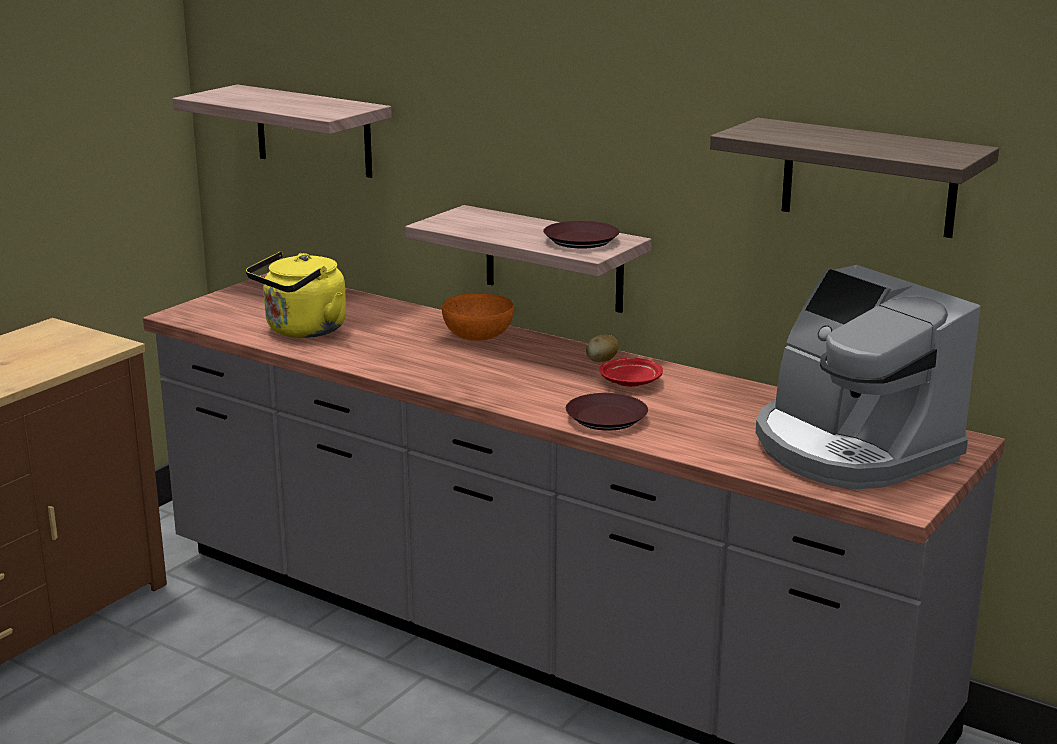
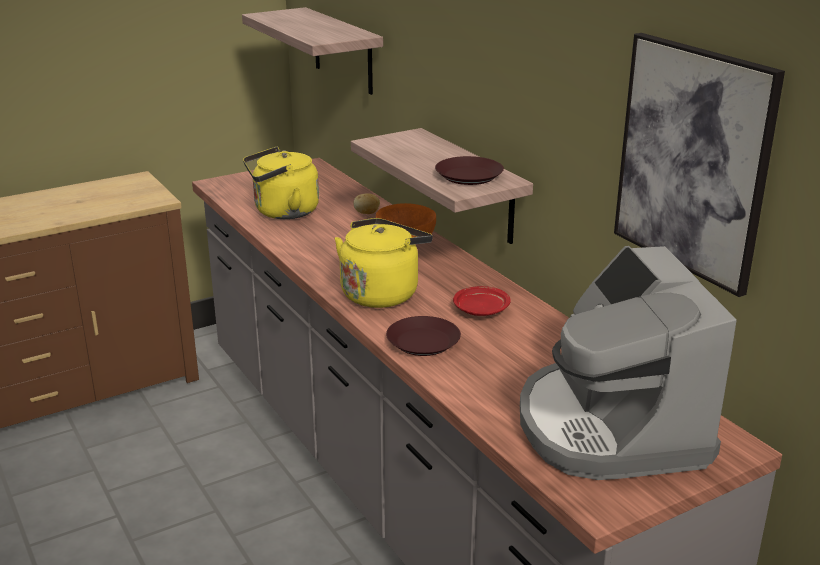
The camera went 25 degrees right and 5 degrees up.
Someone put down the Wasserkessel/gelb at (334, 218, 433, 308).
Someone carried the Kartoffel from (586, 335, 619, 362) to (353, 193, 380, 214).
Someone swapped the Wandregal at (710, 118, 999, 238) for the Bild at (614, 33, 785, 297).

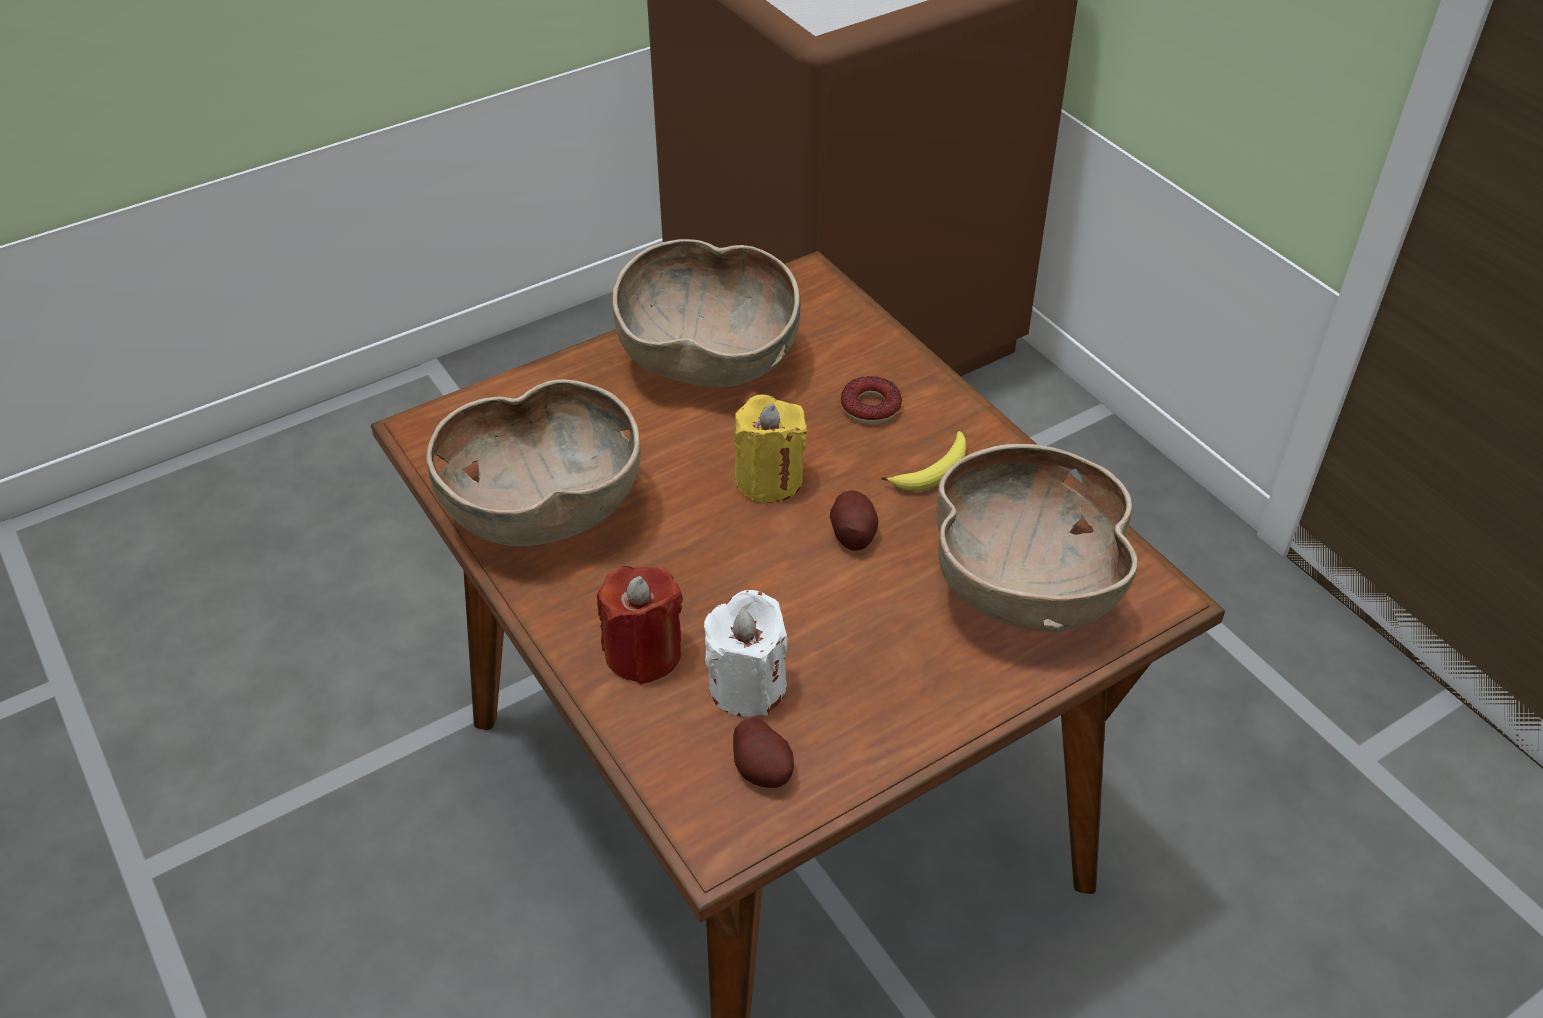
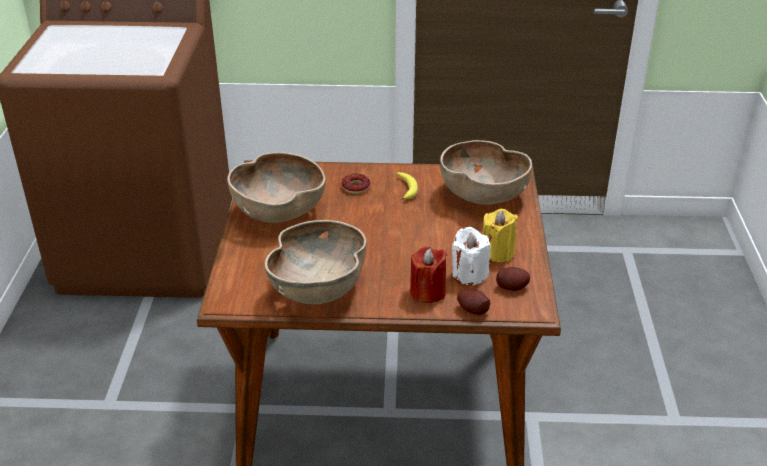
The camera went 55 degrees left and 10 degrees down.
Someone carried the Kartoffel from (830, 490, 878, 551) to (457, 289, 490, 315).
Someone carried the Kerze/gelb from (734, 395, 807, 503) to (483, 209, 518, 262).

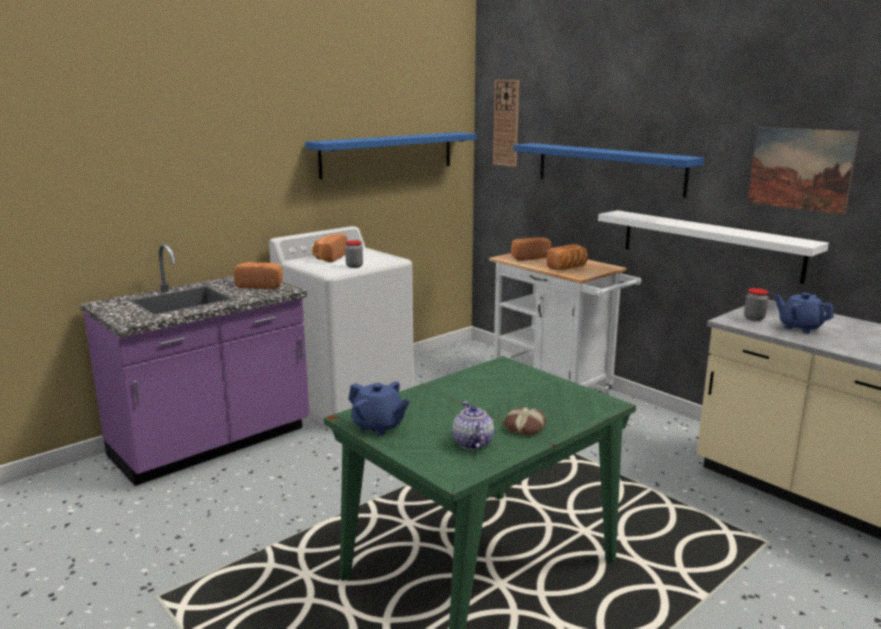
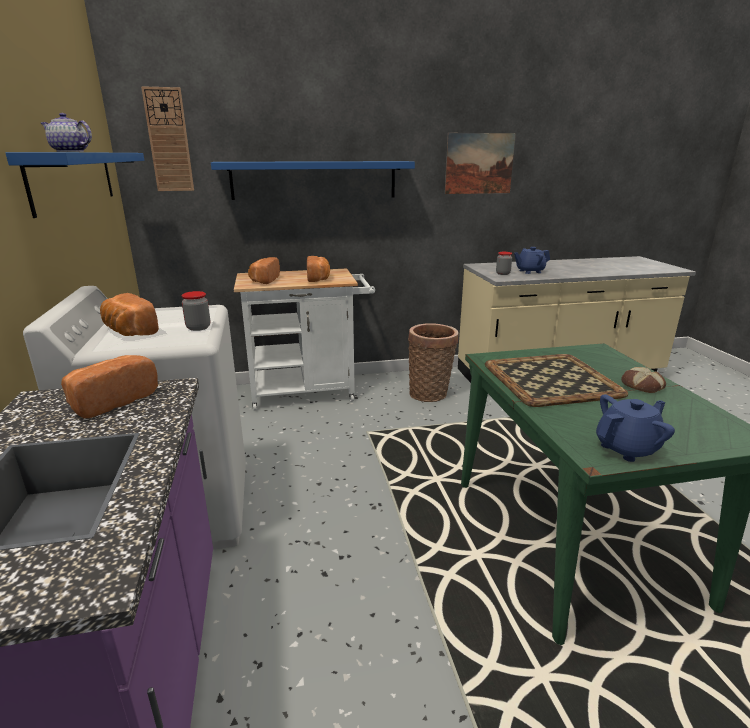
The camera went 60 degrees left and 5 degrees up.
Someone carried the Teekanne from (452, 401, 494, 450) to (41, 113, 92, 152).
Someone put down the Korb at (408, 323, 459, 402).
Someone put down the Tablett at (485, 354, 628, 407).
Someone took away the Wandregal/weiß at (598, 210, 829, 284).

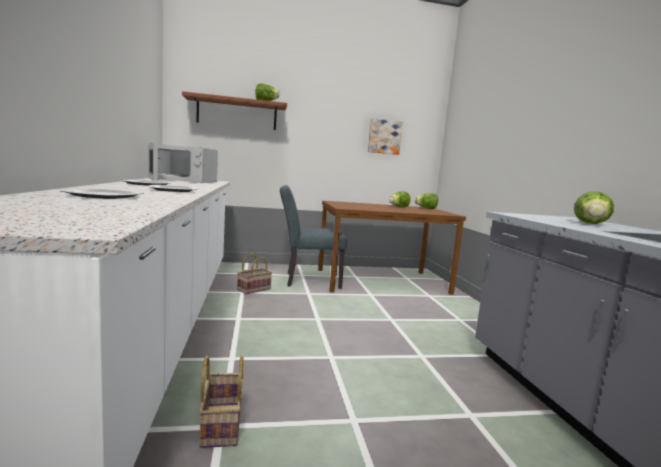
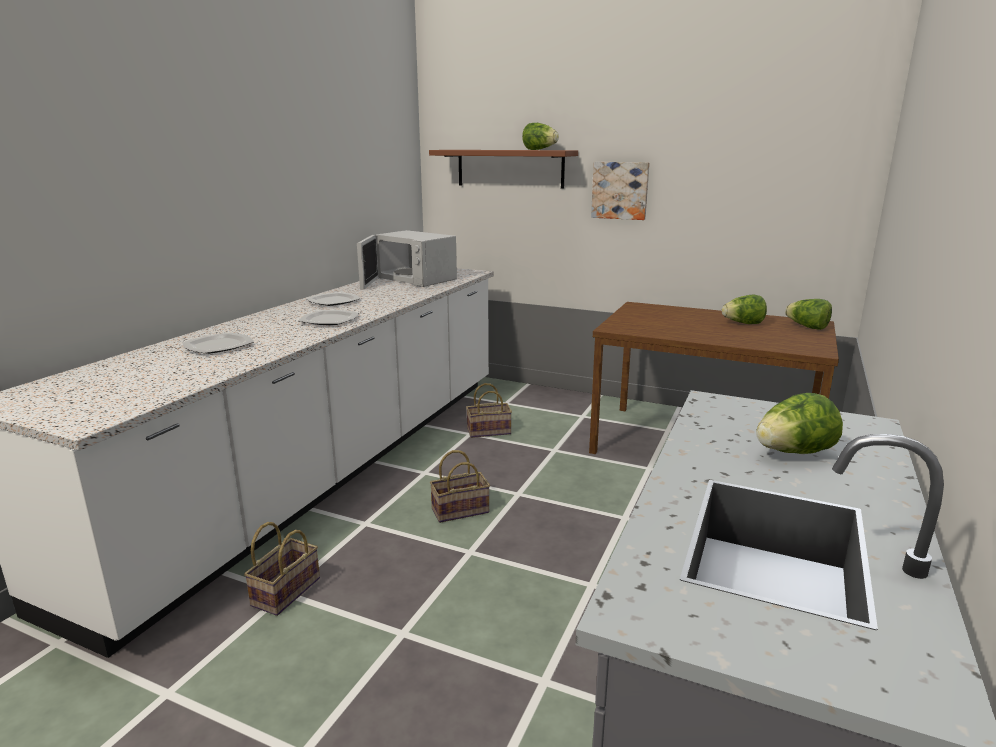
The camera went 35 degrees right and 10 degrees up.
Someone put down the Korb at (430, 450, 490, 523).
Someone carried the Bild from (368, 118, 403, 155) to (591, 162, 650, 220).
Someone took away the Stuhl/grau at (280, 185, 347, 289).

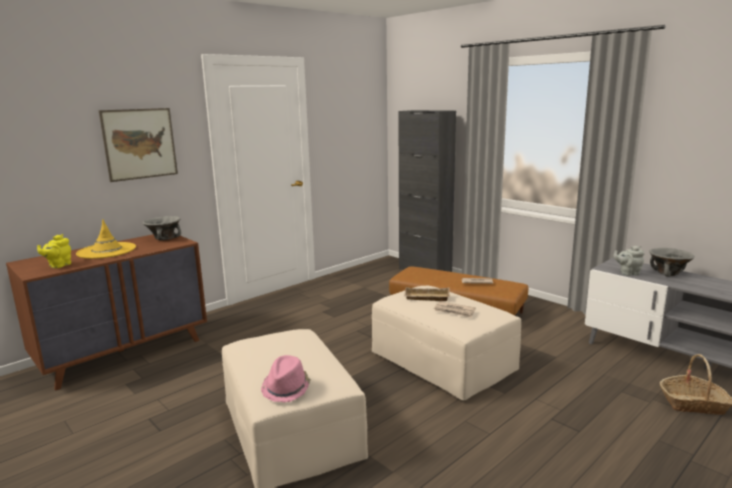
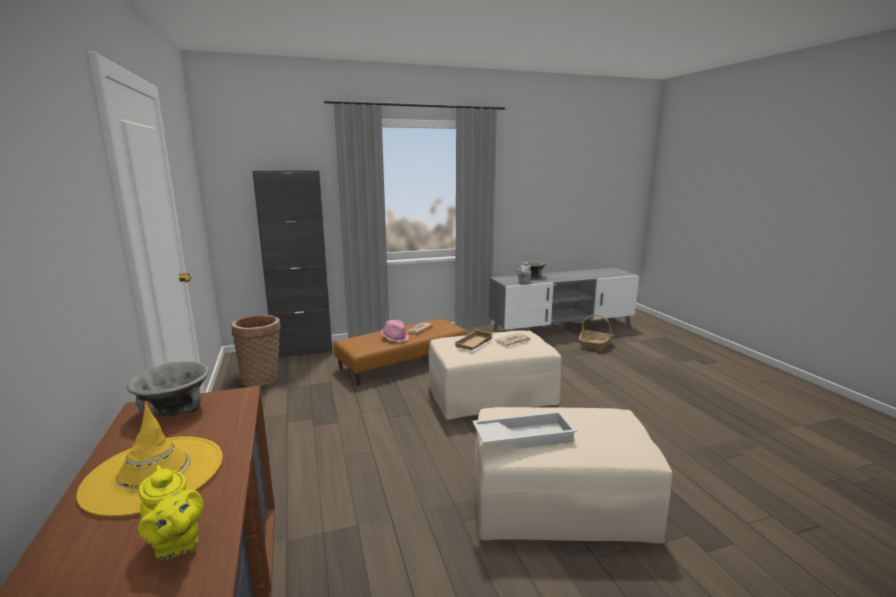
The camera went 65 degrees left and 0 degrees up.
Someone put down the Korb at (232, 315, 281, 387).
Someone carried the Hut/rosa from (261, 355, 311, 403) to (381, 320, 409, 342).
Someone put down the Tablett/weiß at (472, 411, 577, 449).
Someone took away the Bild at (99, 108, 178, 182).

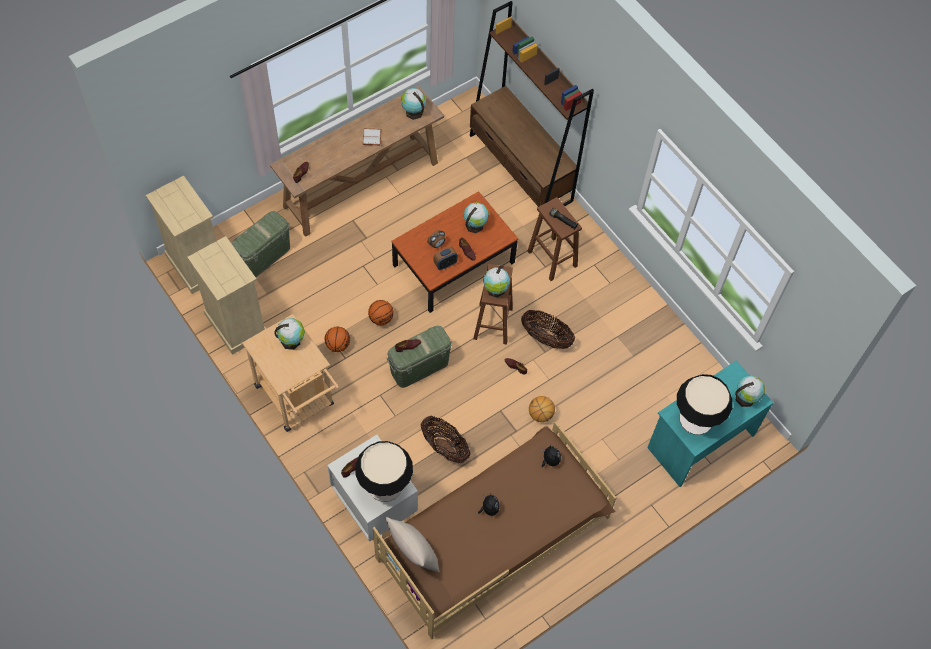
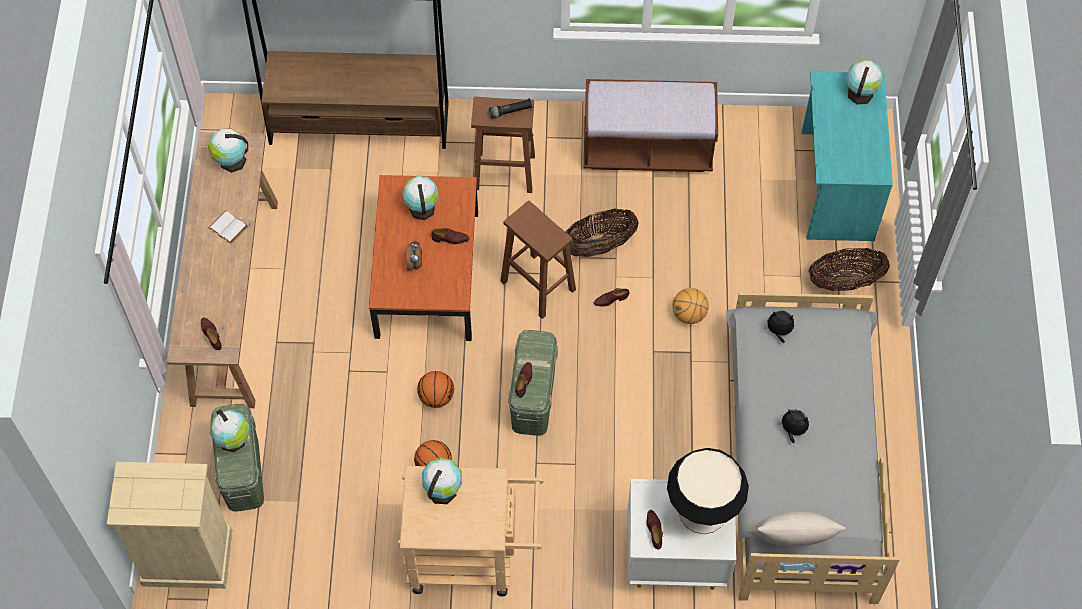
The camera went 50 degrees left and 0 degrees up.
Someone carried the Globus from (483, 266, 510, 298) to (210, 410, 250, 453).
Someone put down the Bank/braun at (584, 79, 718, 172).
Someone repainted the Bett/braun at (373, 421, 616, 639), which became the Bett/grau at (726, 292, 900, 604).
Someone carried the Korb from (421, 416, 471, 464) to (808, 248, 890, 291).
Someone took away the Kommode/beige at (187, 236, 266, 355).
Someone took away the Wecker at (434, 246, 458, 270).
Someone took away the Tischlampe at (677, 374, 732, 435).

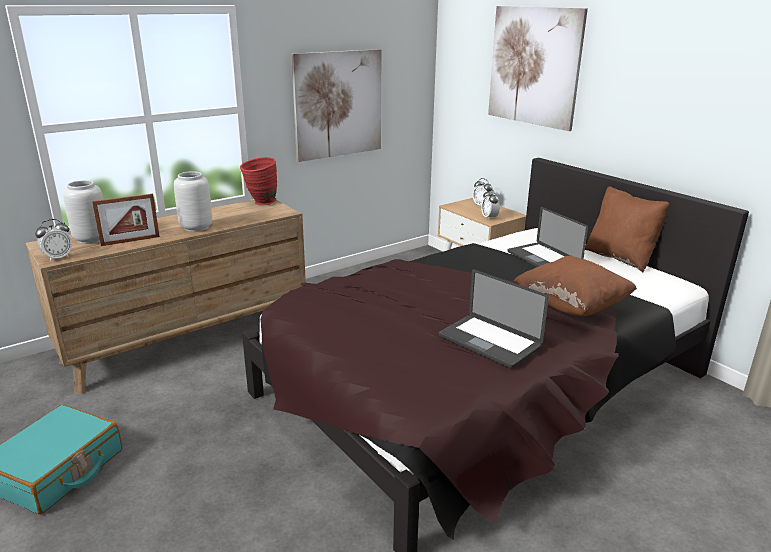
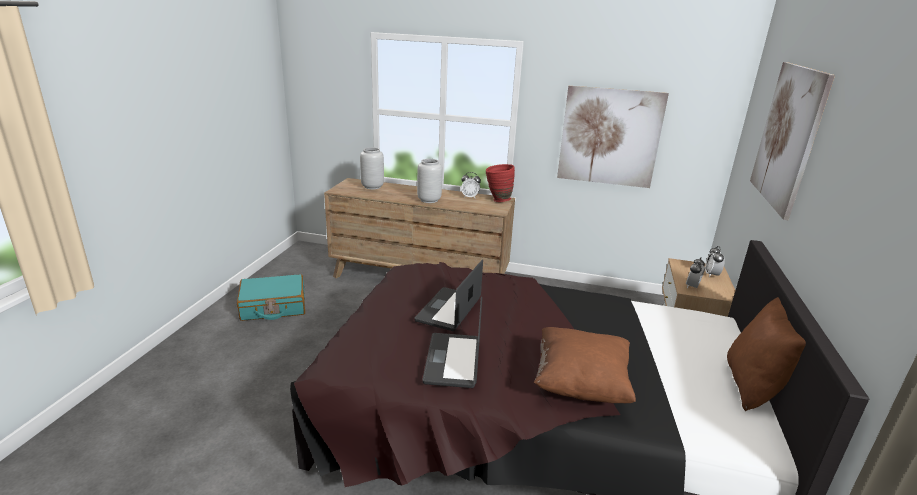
The camera went 50 degrees right and 0 degrees up.
Someone carried the Laptop from (507, 207, 588, 267) to (415, 259, 483, 331).
Someone carried the Wecker from (35, 219, 72, 262) to (461, 172, 481, 198).
Someone took away the Bilderrahmen at (92, 194, 160, 246).

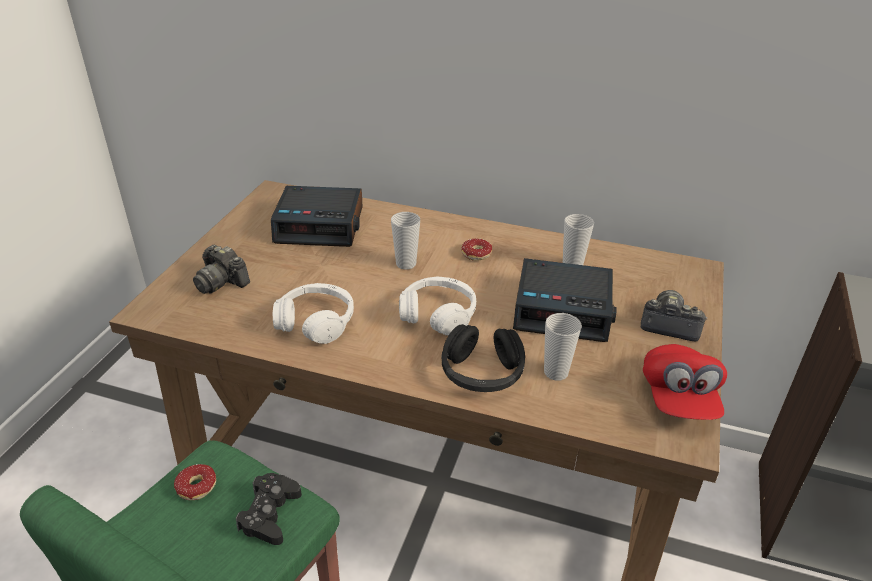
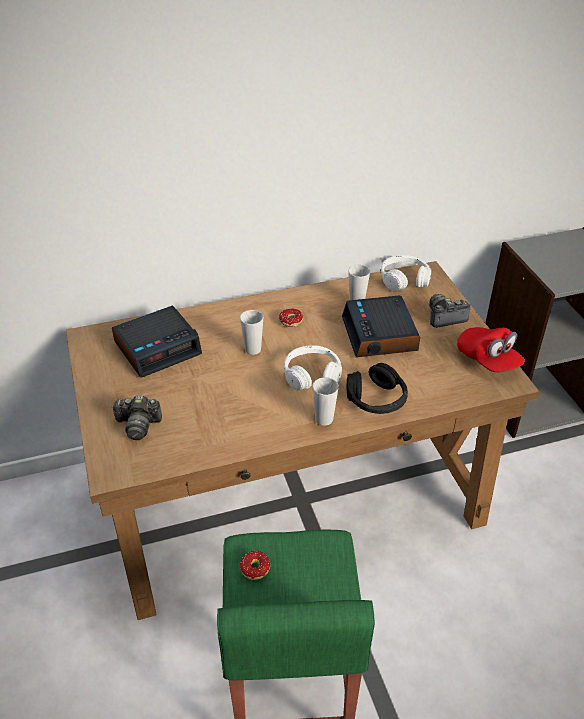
The camera went 35 degrees left and 5 degrees up.
Someone carried the Tasse from (544, 313, 582, 381) to (313, 377, 339, 426).
Someone rotated the Wecker at (513, 258, 617, 342) by 105 degrees clockwise.
Someone carried the Kopfhörer/weiß from (273, 283, 354, 344) to (381, 255, 431, 291).
Someone took away the Gamepad/schwarz at (236, 473, 302, 545).

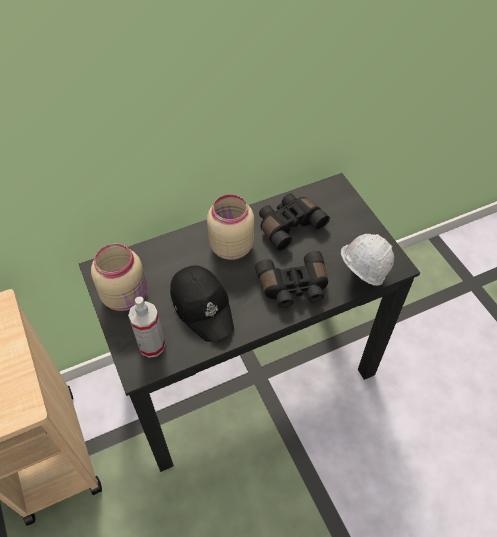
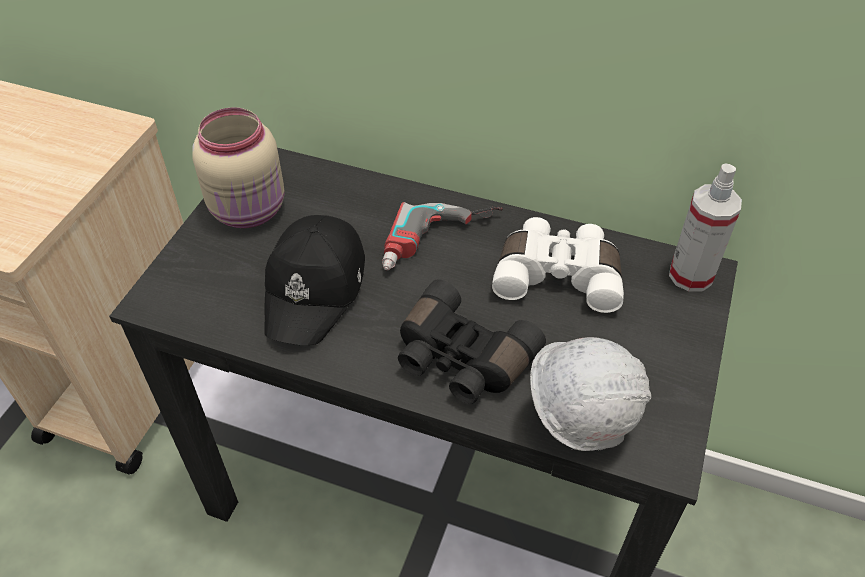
The camera went 45 degrees right and 5 degrees down.
Someone swapped the Vorratsglas/beige at (207, 194, 254, 260) for the Bohrmaschine at (382, 202, 503, 270).
Someone repainted the Fernglas/schwarz at (259, 193, 330, 251), which became the Fernglas/weiß at (492, 217, 624, 313).
Someone carried the Sprühflasche from (128, 297, 165, 358) to (669, 164, 742, 292).

